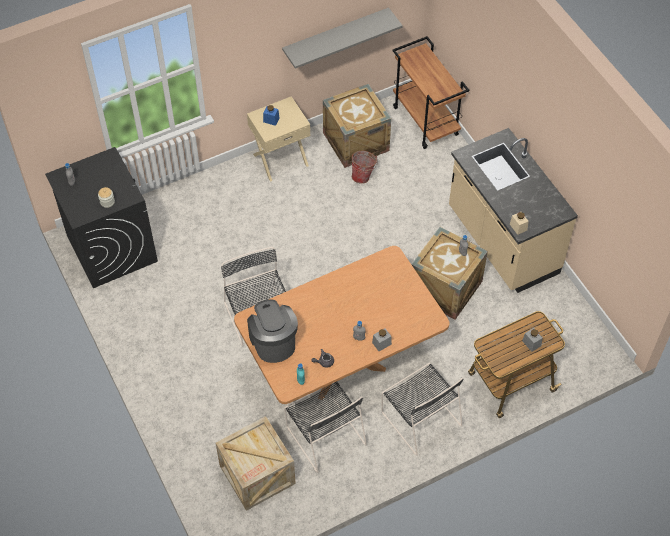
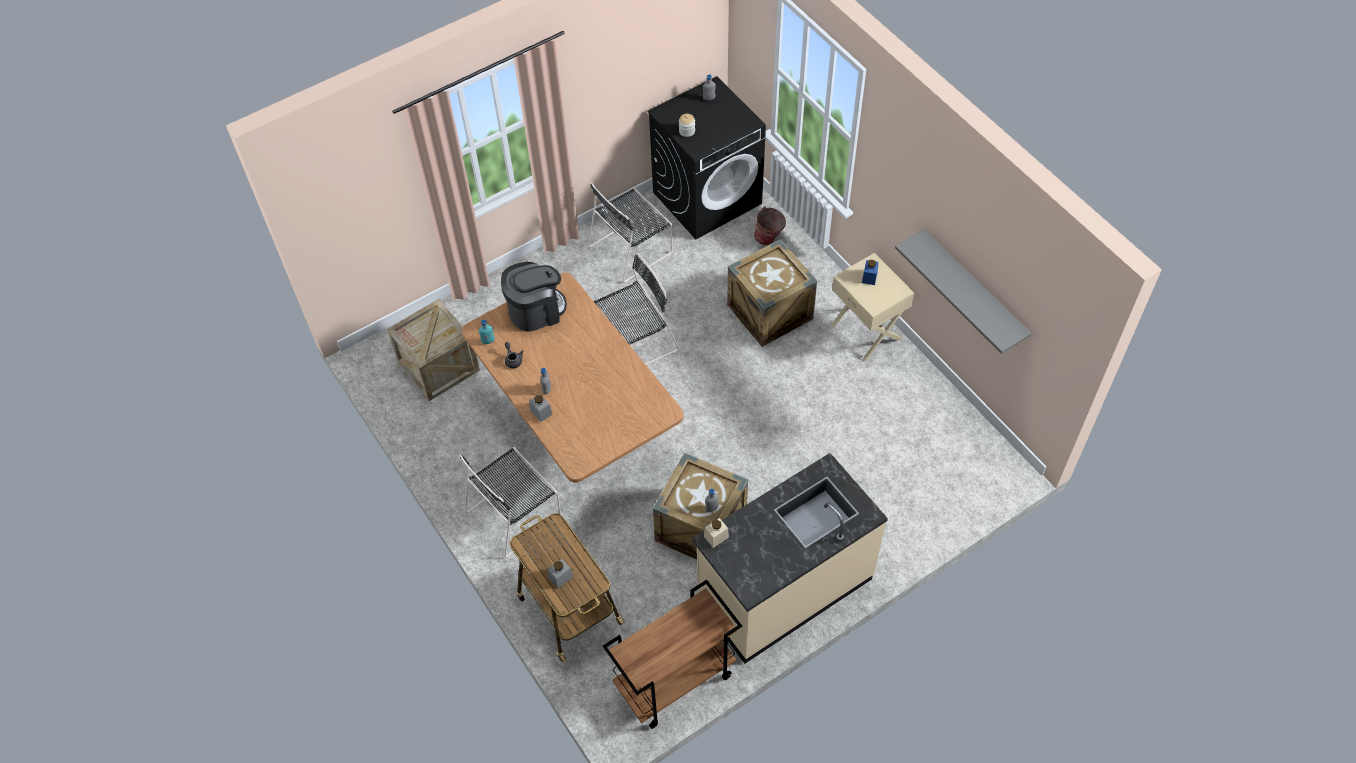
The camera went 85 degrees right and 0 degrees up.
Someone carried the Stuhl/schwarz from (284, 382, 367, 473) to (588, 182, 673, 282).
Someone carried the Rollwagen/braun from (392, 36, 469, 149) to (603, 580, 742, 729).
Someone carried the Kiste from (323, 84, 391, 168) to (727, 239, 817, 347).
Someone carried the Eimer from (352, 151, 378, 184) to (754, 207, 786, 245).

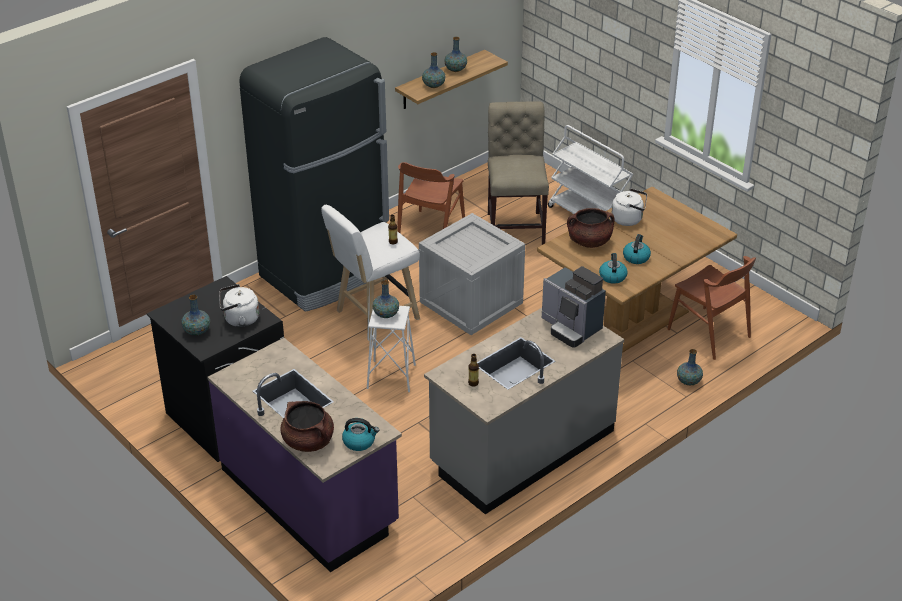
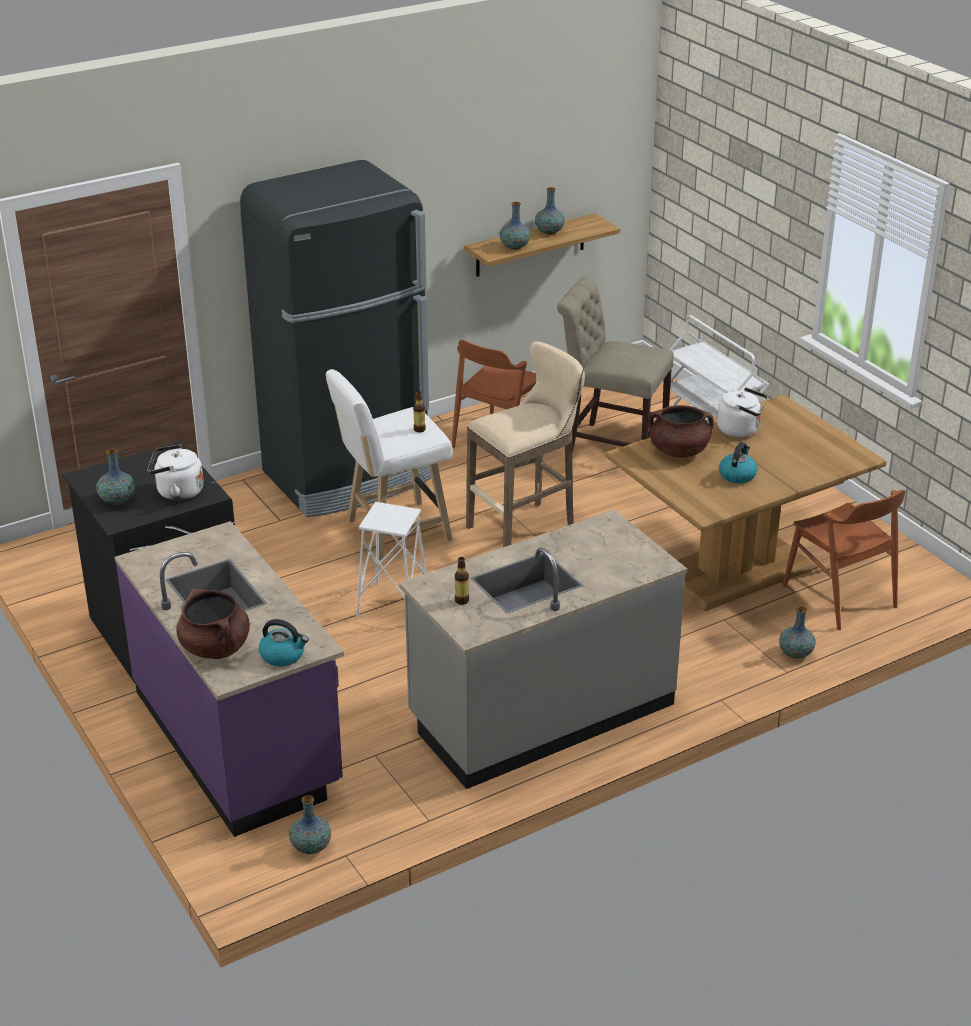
The camera went 10 degrees right and 5 degrees down.
Someone carried the Vase from (373, 280, 399, 318) to (289, 795, 331, 854).
Someone swapped the Kiste at (419, 213, 525, 335) for the Hocker/beige at (466, 341, 585, 547).
Someone rotated the Stuhl/beige at (488, 101, 549, 245) by 75 degrees counterclockwise.
Someone took away the Kaffeemaschine at (542, 266, 606, 348).
Someone took away the Wasserkessel at (599, 253, 628, 284).

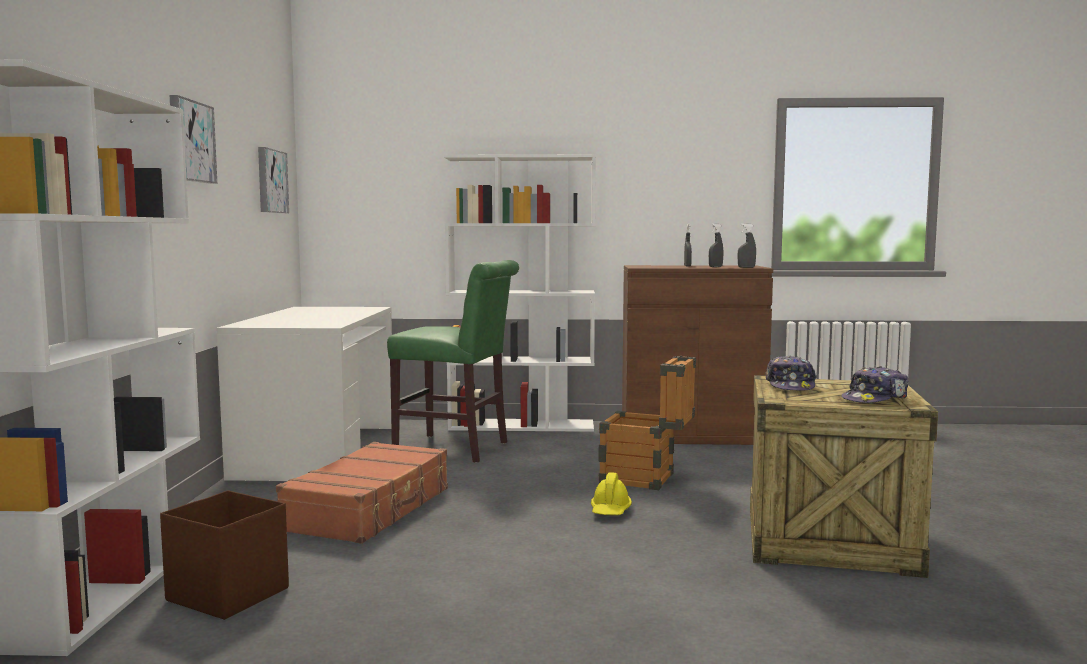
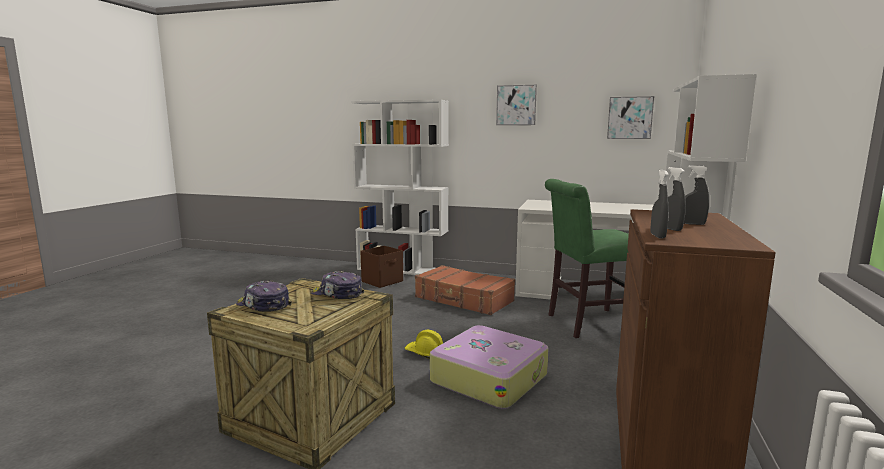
The camera went 105 degrees right and 5 degrees up.
Someone rotated the Kappe at (841, 366, 908, 403) by 45 degrees counterclockwise.
Someone swapped the Kiste at (598, 356, 696, 490) for the Koffer at (430, 325, 549, 409).
Someone rotated the Stuhl/grün at (387, 260, 519, 463) by 45 degrees clockwise.

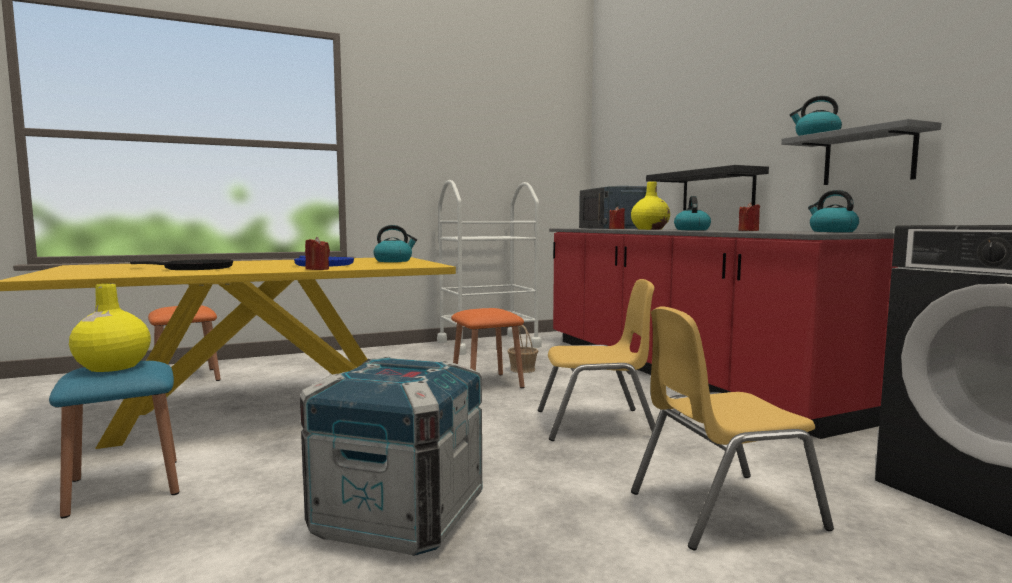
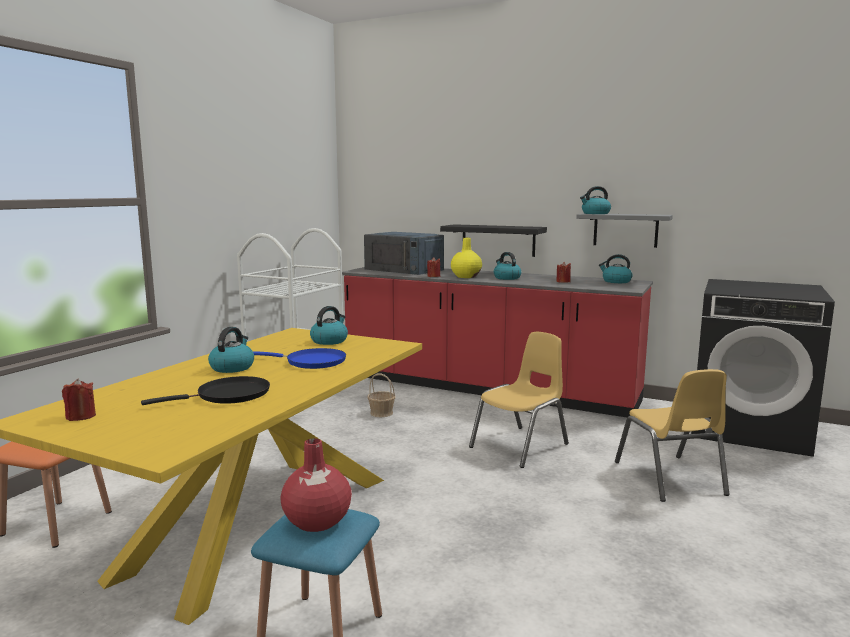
The camera went 40 degrees left and 5 degrees up.
Someone carried the Kerze/rot from (305, 237, 330, 270) to (62, 379, 96, 421).
Someone put down the Wasserkessel at (208, 327, 254, 373).
Someone repainted the Vase/gelb at (69, 283, 151, 372), which became the Vase/rot at (280, 438, 352, 532).
Someone rotated the Stuhl/gelb at (631, 306, 834, 550) by 45 degrees counterclockwise.
Someone took away the Kiste at (300, 357, 482, 556).
Someone took away the Hocker/orange at (451, 308, 525, 388).

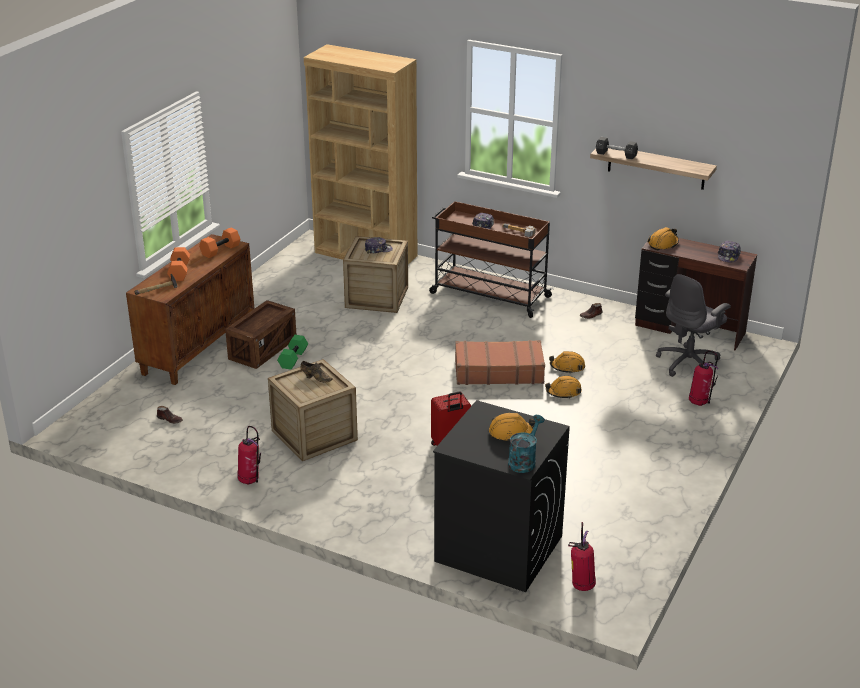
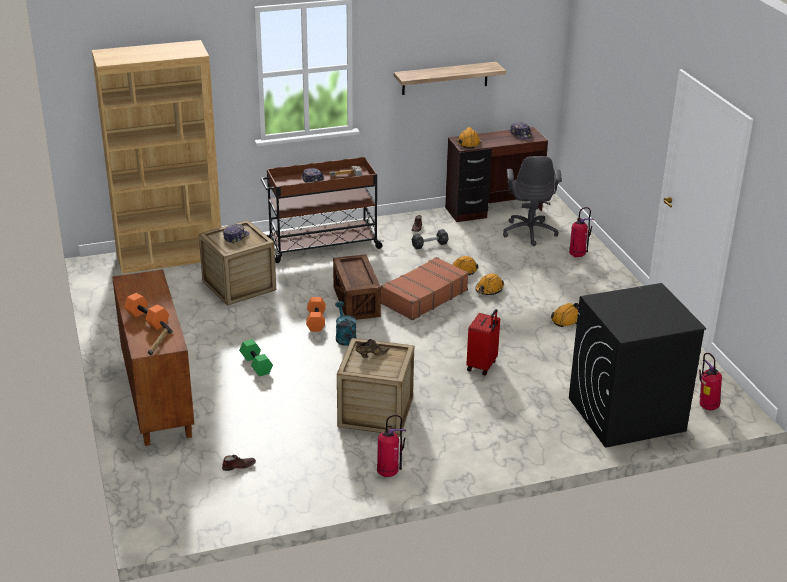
The camera went 45 degrees left and 0 degrees up.
Someone carried the Hantel/orange from (199, 228, 241, 258) to (306, 297, 326, 332).
Someone carried the Kiste from (225, 300, 296, 369) to (333, 254, 381, 320).
Someone carried the Gießkanne/türkis from (508, 415, 545, 473) to (335, 301, 356, 346).
Someone carried the Hantel/schwarz from (596, 137, 638, 160) to (412, 229, 449, 250).
Someone carried the Schutzhelm/orange from (489, 413, 535, 441) to (551, 303, 579, 327).

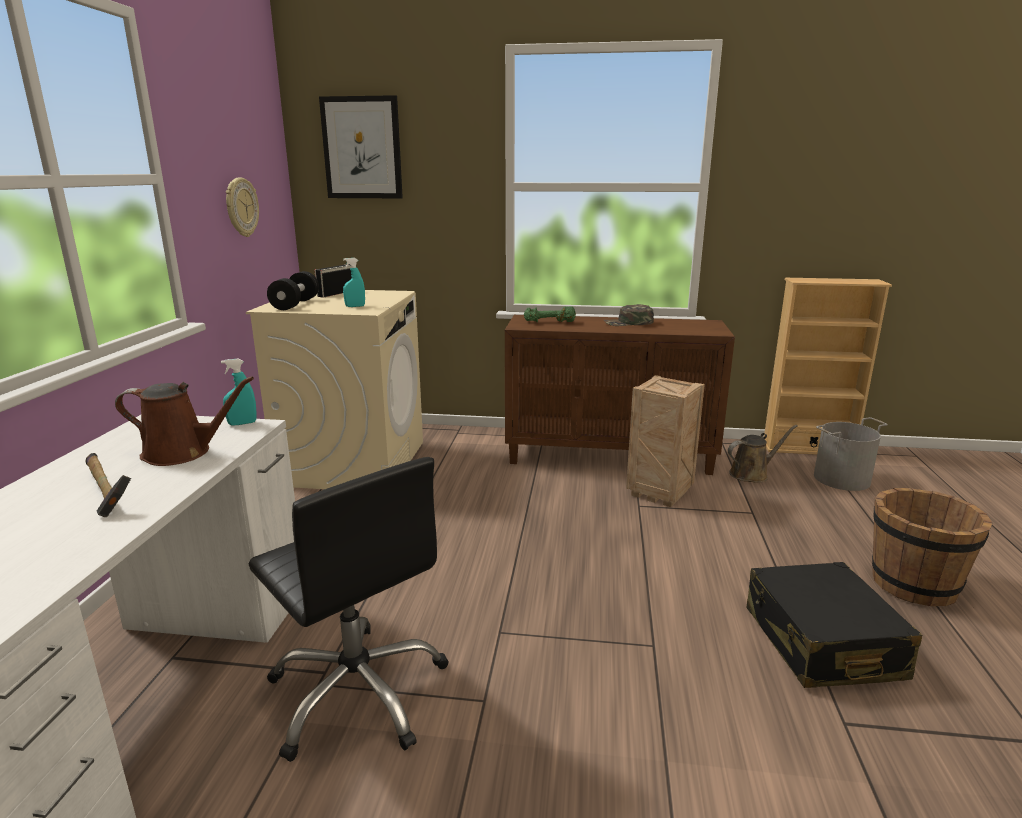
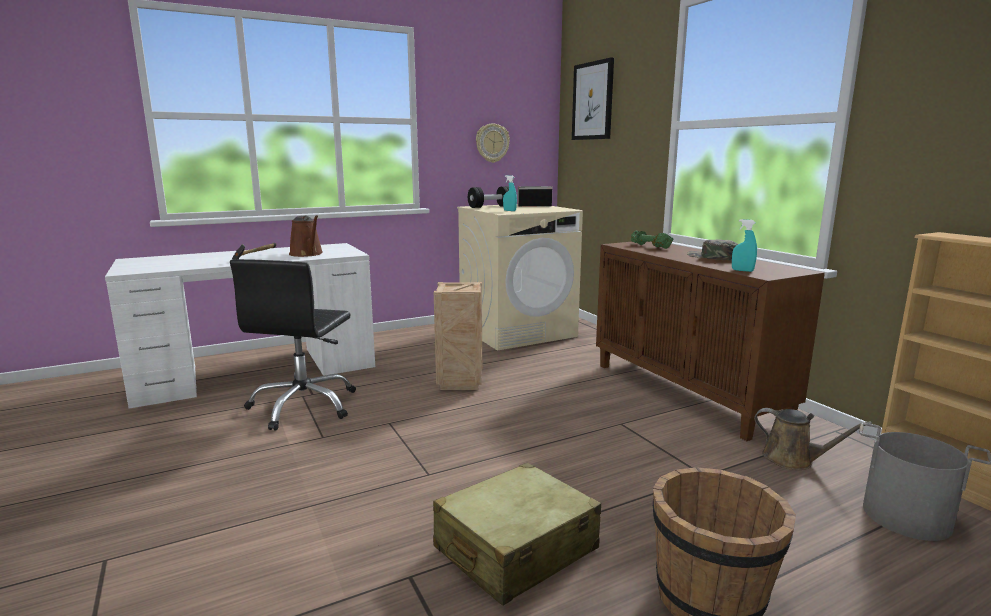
The camera went 55 degrees right and 5 degrees down.
Someone repainted the Koffer/schwarz at (747, 562, 922, 688), which became the Koffer/beige at (433, 462, 601, 606).
Someone carried the Kiste from (626, 375, 705, 507) to (434, 282, 482, 390).
Someone carried the Sprühflasche/türkis from (221, 359, 256, 426) to (732, 219, 757, 272).

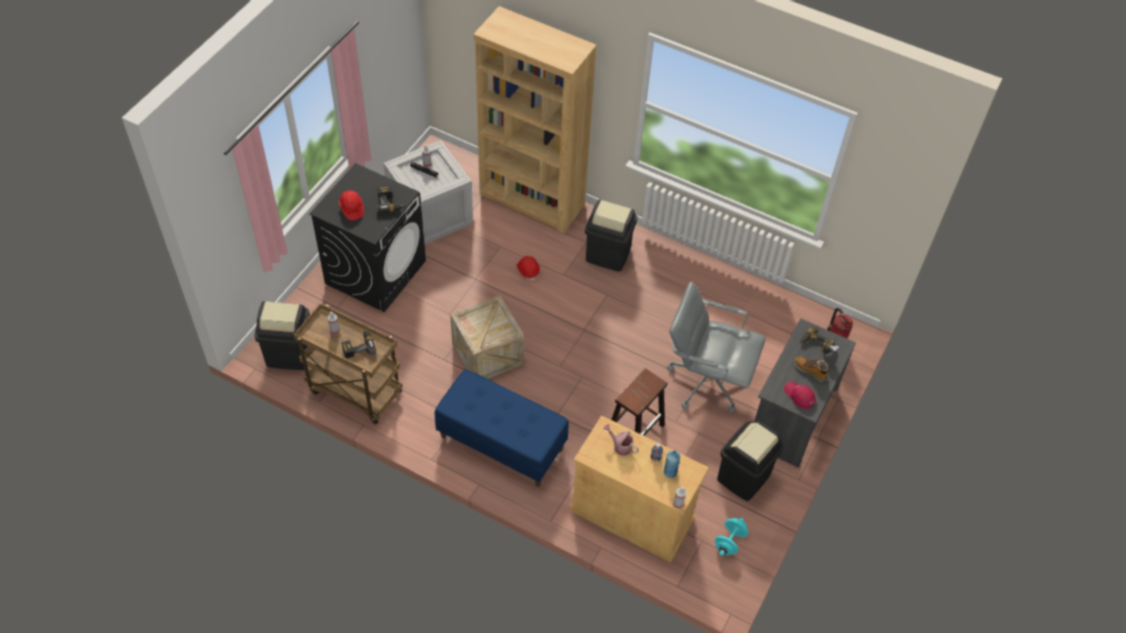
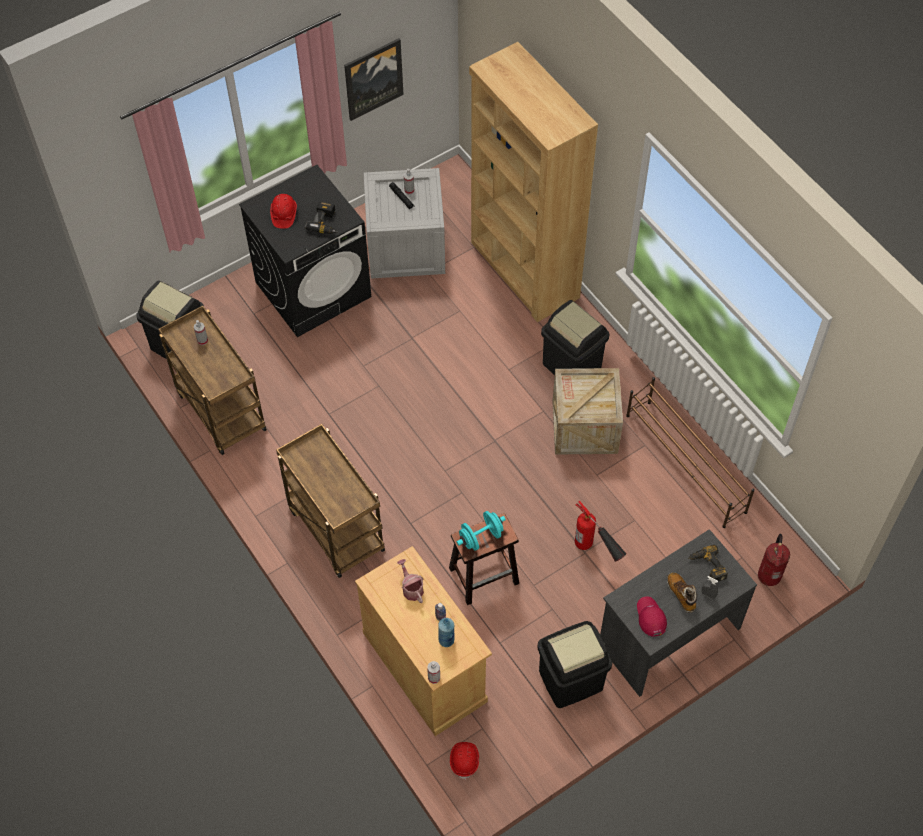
The camera went 30 degrees right and 5 degrees up.
Someone swapped the Bank/blau at (435, 369, 569, 487) for the Rollwagen/braun at (276, 424, 385, 578).
Someone put up the Bild at (344, 38, 404, 121).
Someone carried the Schutzhelm/rot from (517, 256, 540, 281) to (450, 742, 479, 780).
Someone carried the Hantel/türkis from (715, 518, 748, 556) to (457, 511, 506, 551).
Someone carried the Kiste from (450, 295, 524, 379) to (552, 368, 623, 455).
Someone swapped the Bürostuhl/grau at (667, 281, 766, 413) for the Feuerlöscher at (575, 501, 627, 562).
Someone put down the Schuhregal/braun at (626, 377, 755, 528).
Someone took away the Bohrmaschine at (341, 329, 376, 358).

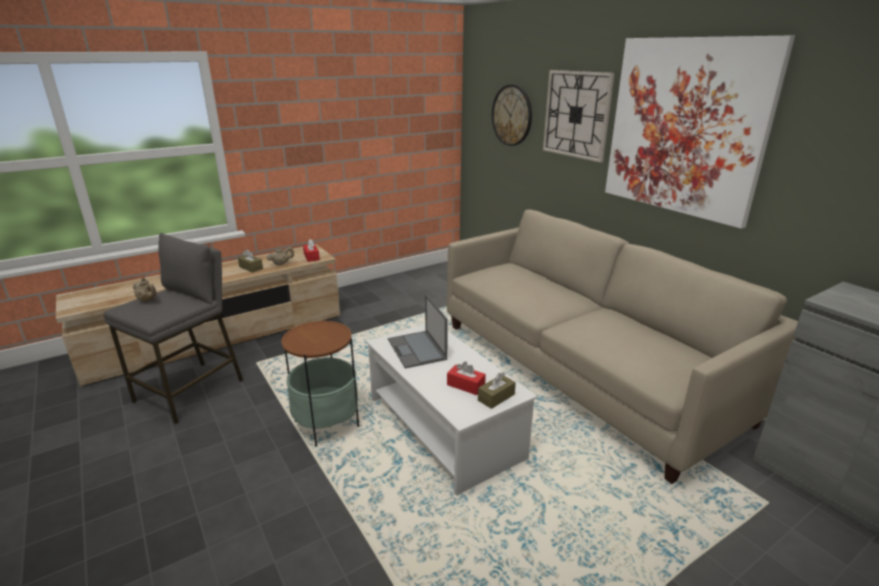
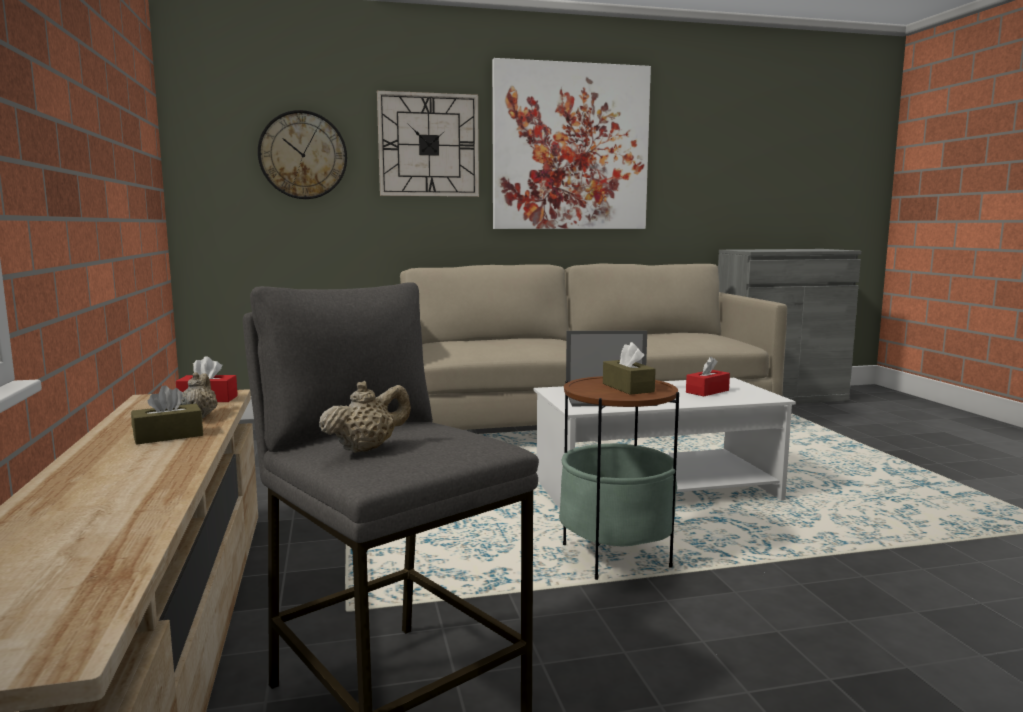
The camera went 70 degrees left and 15 degrees down.
Someone carried the Taschentuchbox/braun from (478, 372, 516, 409) to (603, 342, 656, 395).

